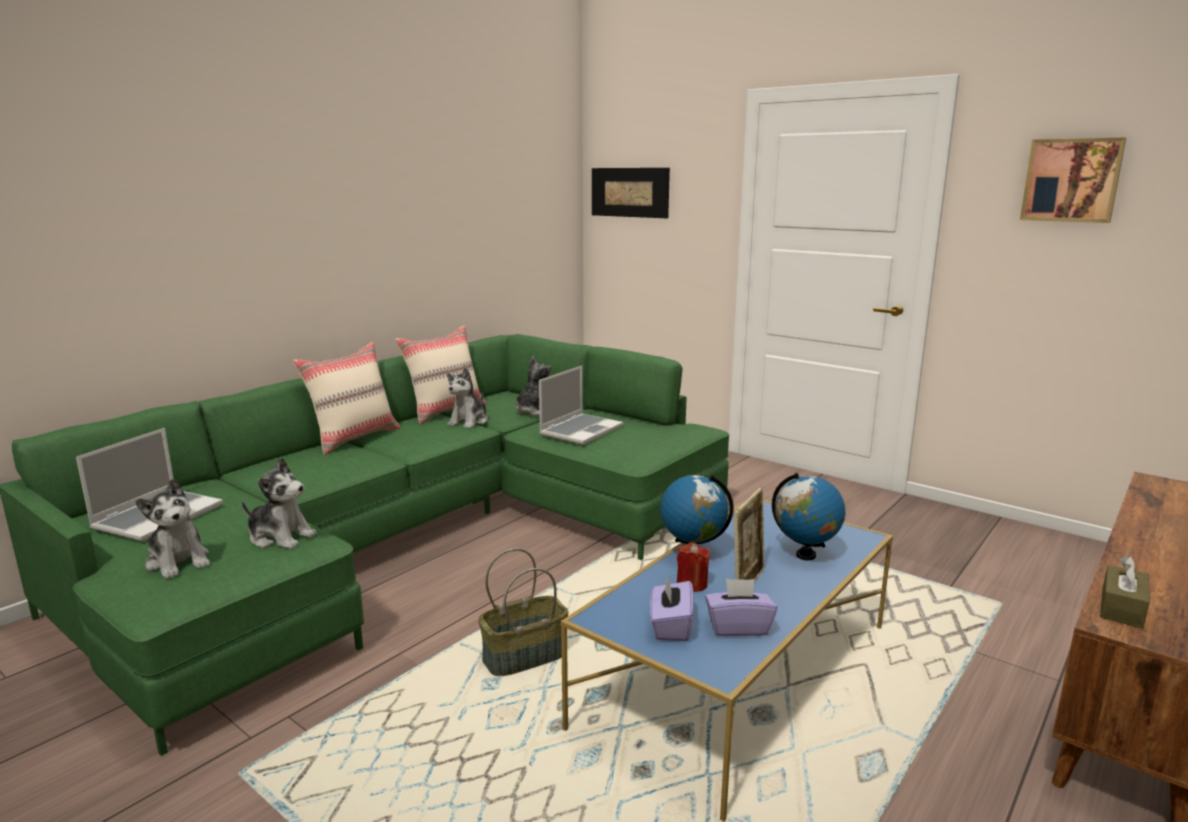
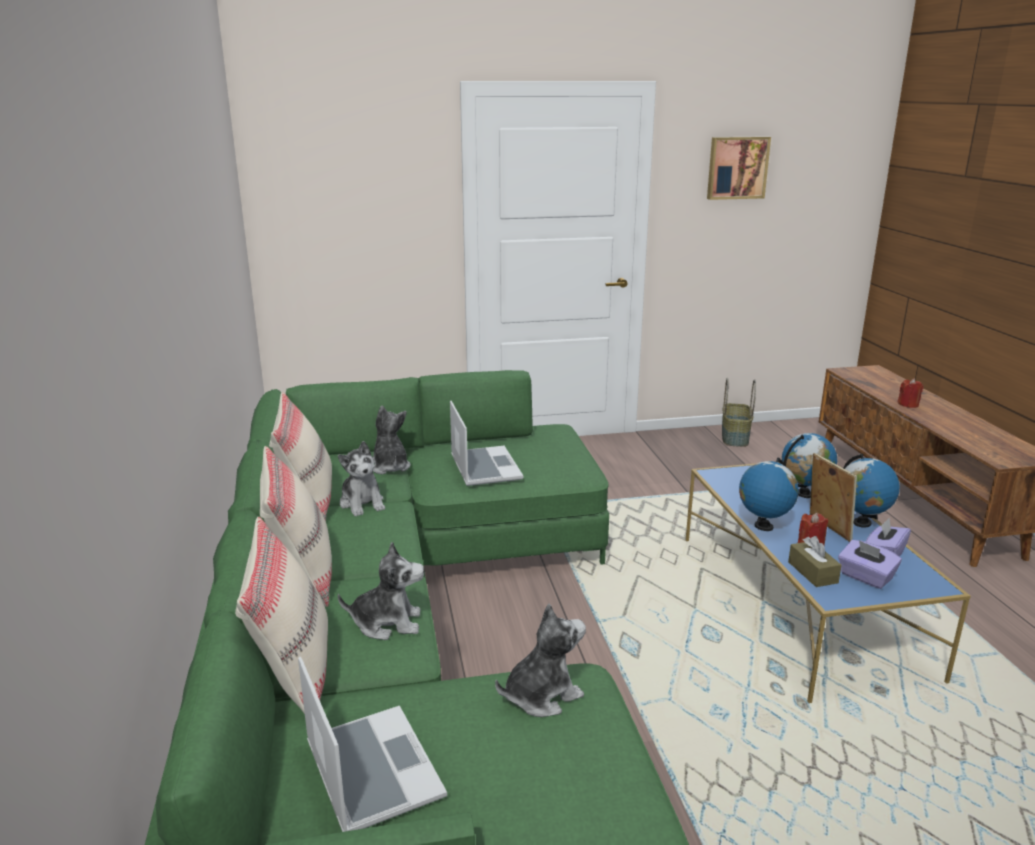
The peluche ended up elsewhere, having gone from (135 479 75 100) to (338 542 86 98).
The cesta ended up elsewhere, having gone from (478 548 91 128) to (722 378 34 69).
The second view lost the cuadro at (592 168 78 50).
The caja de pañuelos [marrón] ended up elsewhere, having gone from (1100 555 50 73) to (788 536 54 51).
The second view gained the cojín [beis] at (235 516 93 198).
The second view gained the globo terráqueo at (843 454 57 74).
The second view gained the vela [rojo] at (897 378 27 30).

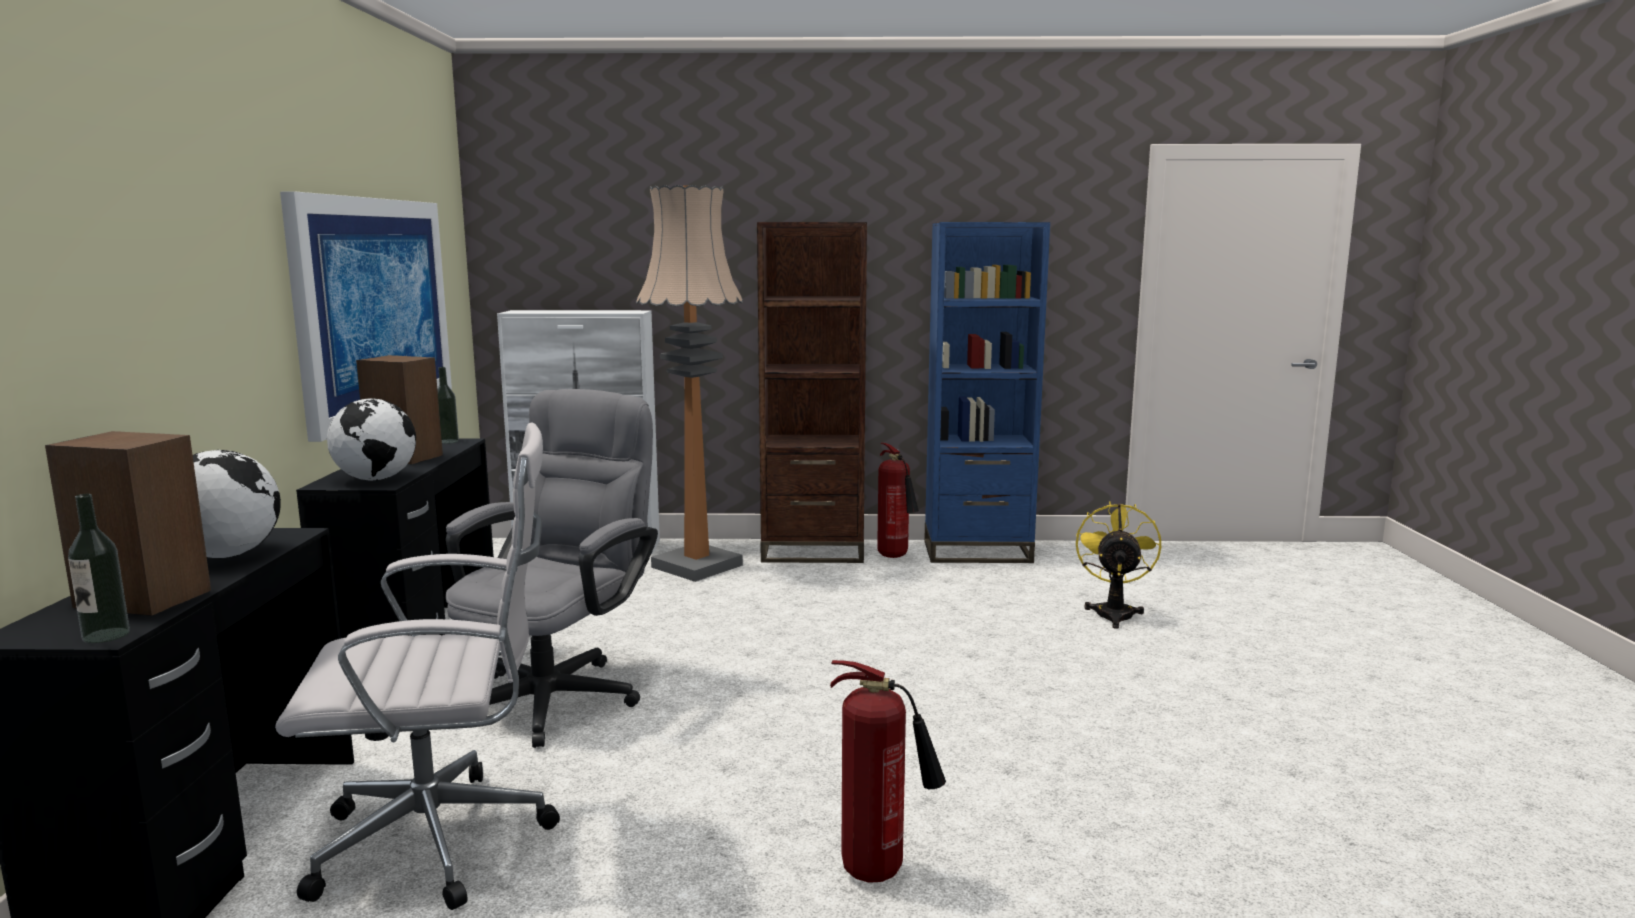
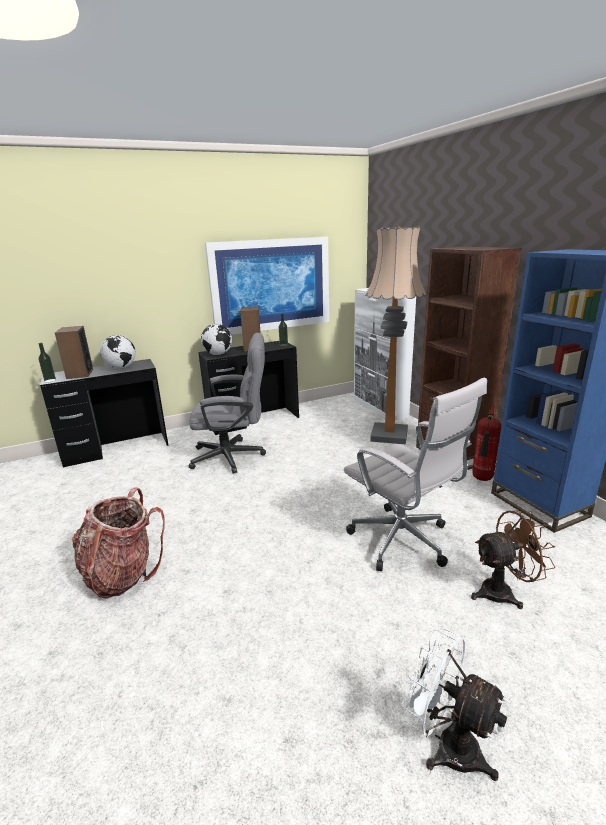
The silla de oficina [blanco] ended up elsewhere, having gone from (275 423 285 487) to (344 378 143 193).
Where the extintor stood at (830 660 116 223), the mochila came to stand at (72 487 93 112).
What was the ventilador [amarillo] at (1076 501 85 128) turned into the ventilador [marrón] at (471 510 84 99).
The second view gained the ventilador [blanco] at (401 628 107 153).

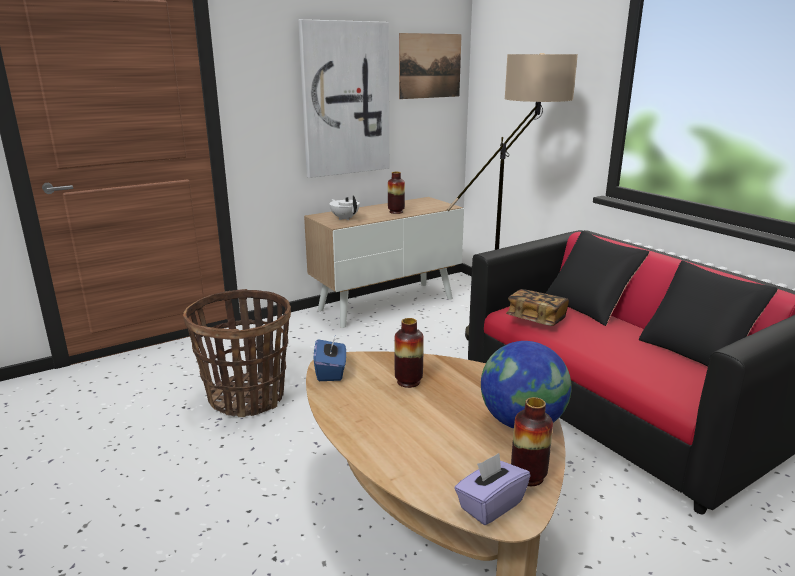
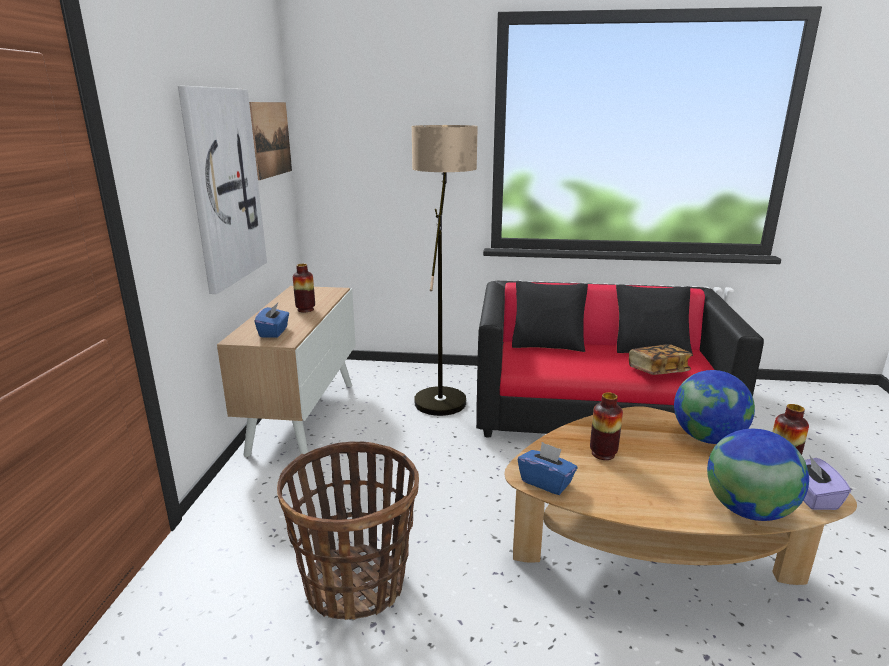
Where the tetera [blanco] stood at (329 195 31 25), the caja de pañuelos [azul] came to stand at (254 303 35 35).
The libro ended up elsewhere, having gone from (506 289 63 37) to (629 344 64 31).
The second view gained the globo terráqueo at (707 429 102 92).

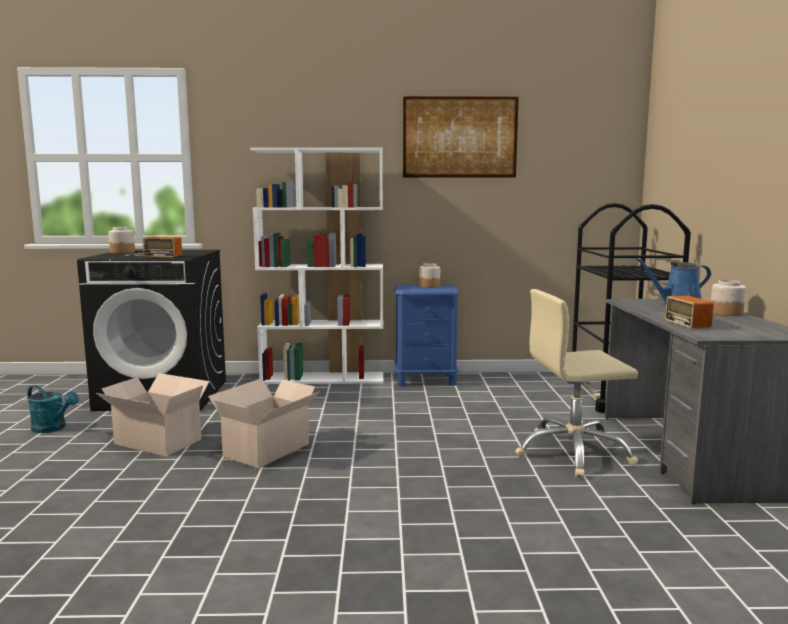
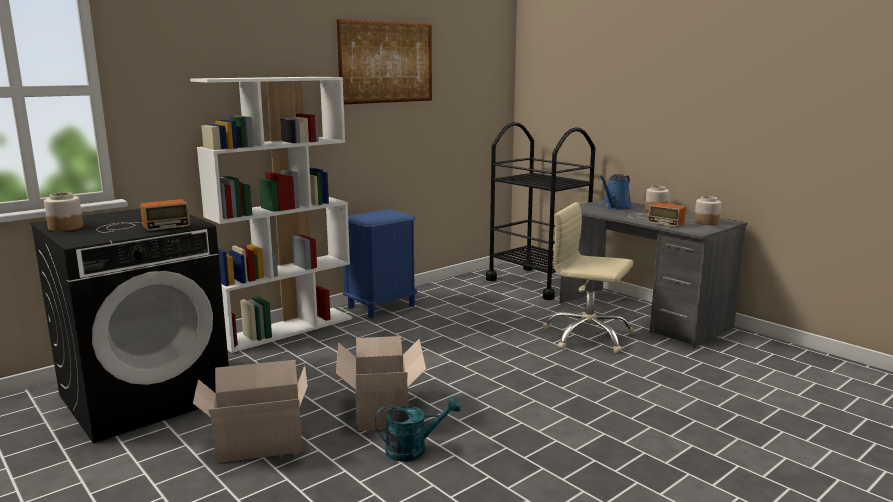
The regadera [turquesa] ended up elsewhere, having gone from (27 385 52 48) to (374 397 87 65).
The tarro ended up elsewhere, having gone from (419 263 21 25) to (694 196 27 29).
The silla de oficina [beis] at (515 289 123 189) ended up facing another way, 75 degrees clockwise from before.

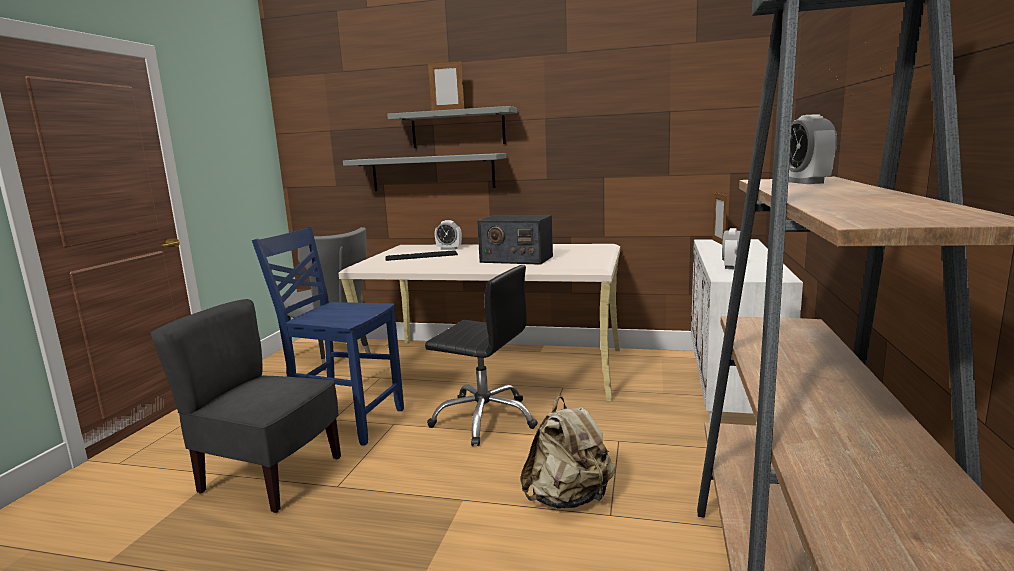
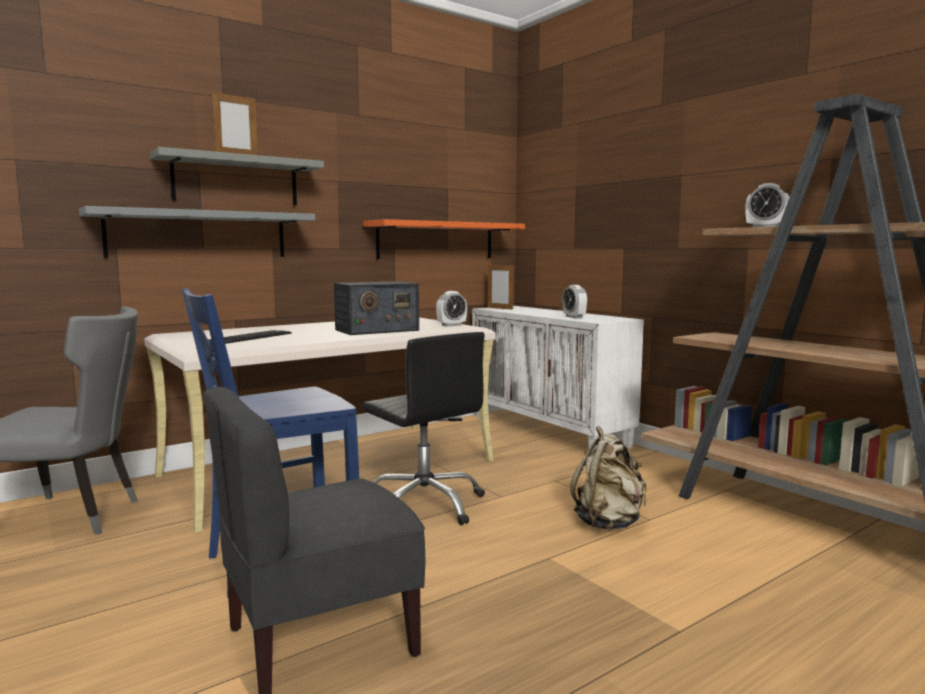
The silla de oficina [negro] at (425 265 113 181) ended up facing another way, 75 degrees clockwise from before.
The despertador ended up elsewhere, having gone from (435 220 27 30) to (436 291 31 36).
The second view gained the estante [naranja] at (363 219 162 40).

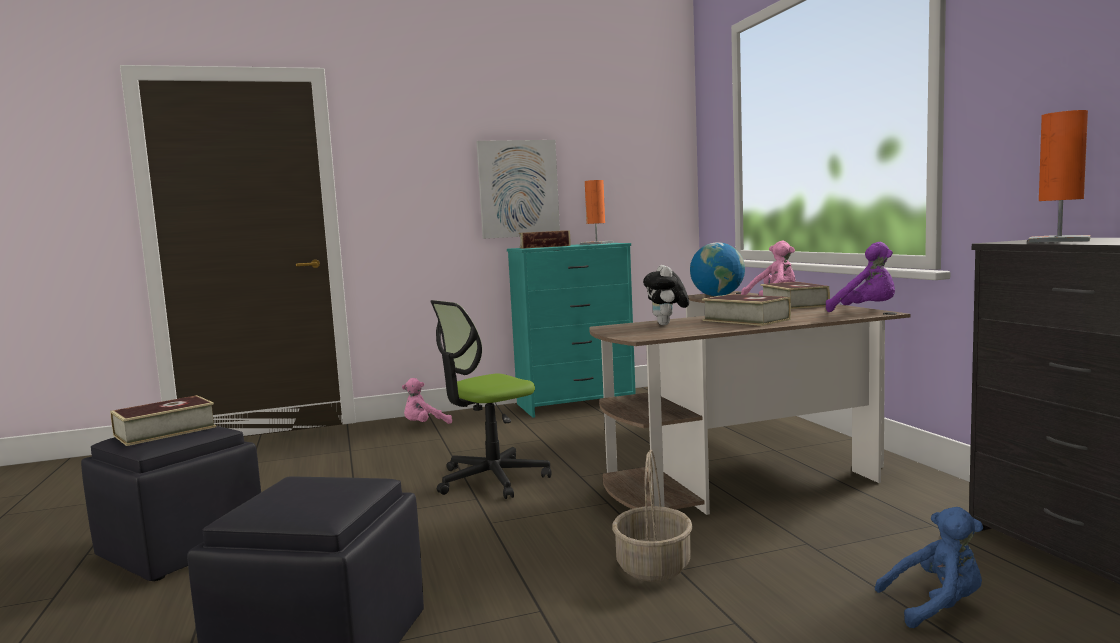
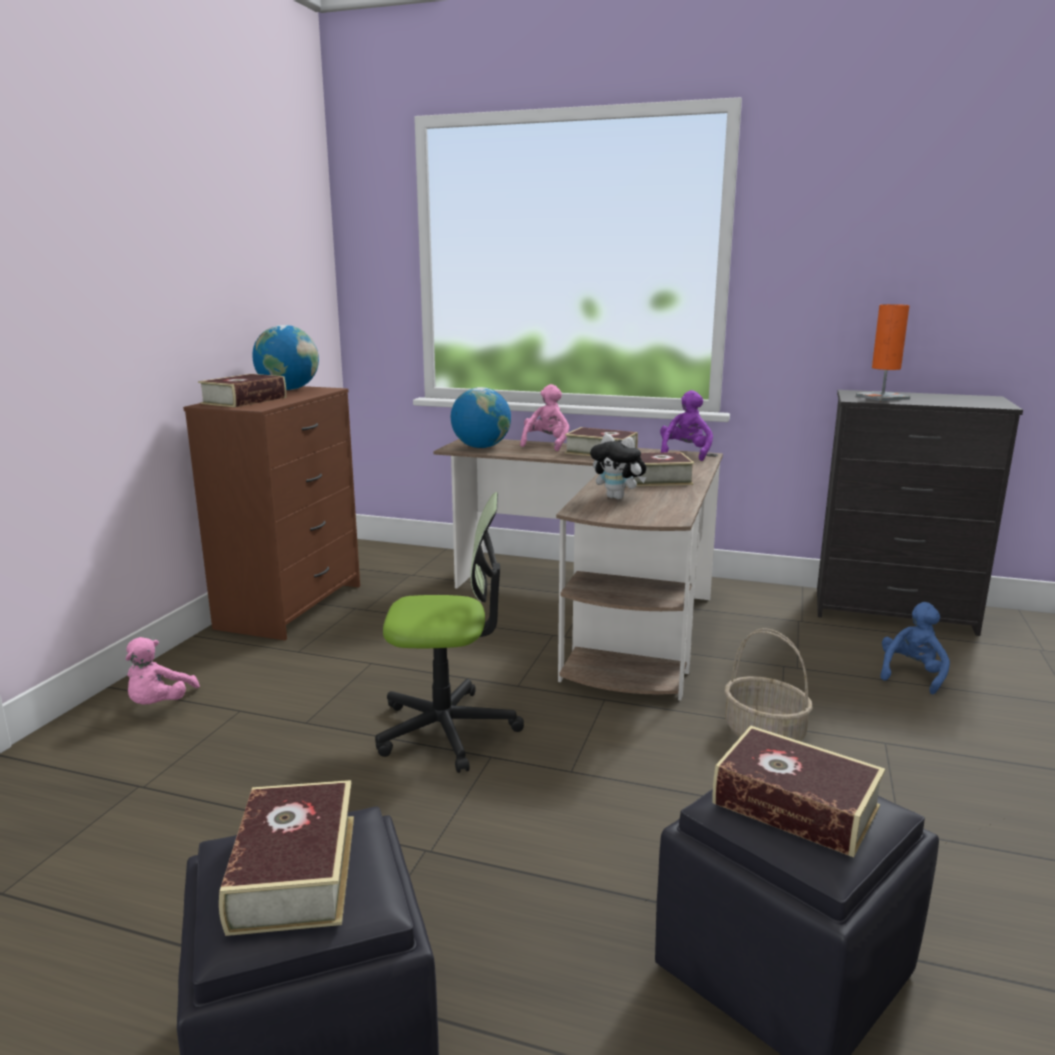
The silla de oficina at (430 300 122 199) ended up facing another way, 90 degrees counterclockwise from before.
The second view lost the cuadro at (476 140 84 99).
What was the cómoda [turquesa] at (507 243 129 175) turned into the cómoda [marrón] at (183 386 177 254).
Where the lámpara de mesa [naranja] stood at (580 180 34 65), the globo terráqueo came to stand at (252 325 67 65).
The peluche [morado] at (826 242 69 70) ended up facing another way, 60 degrees counterclockwise from before.
The second view gained the libro at (712 725 173 133).

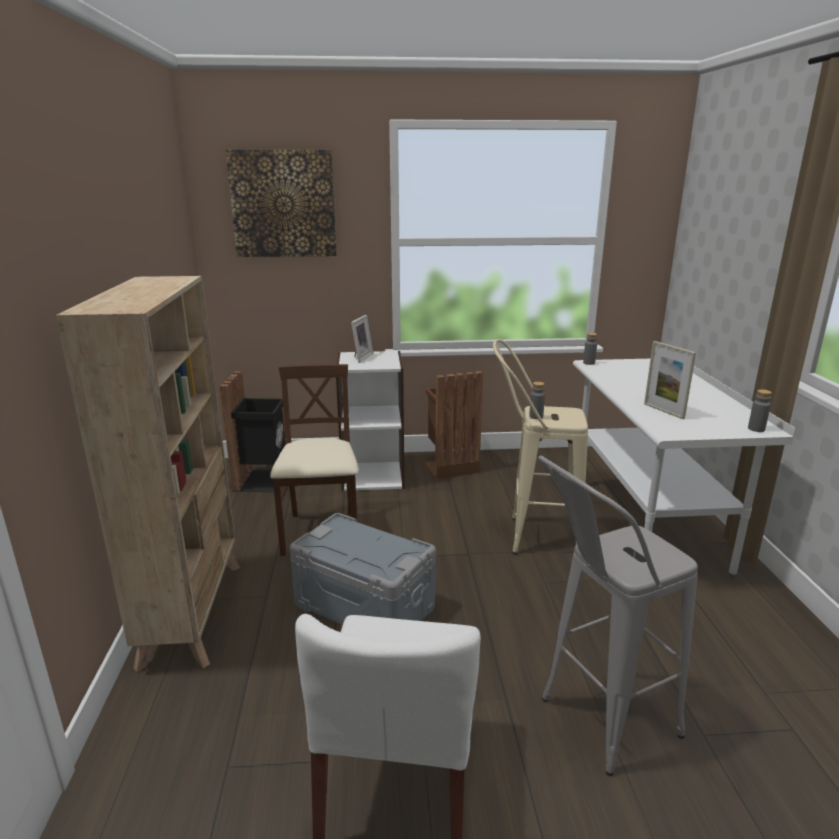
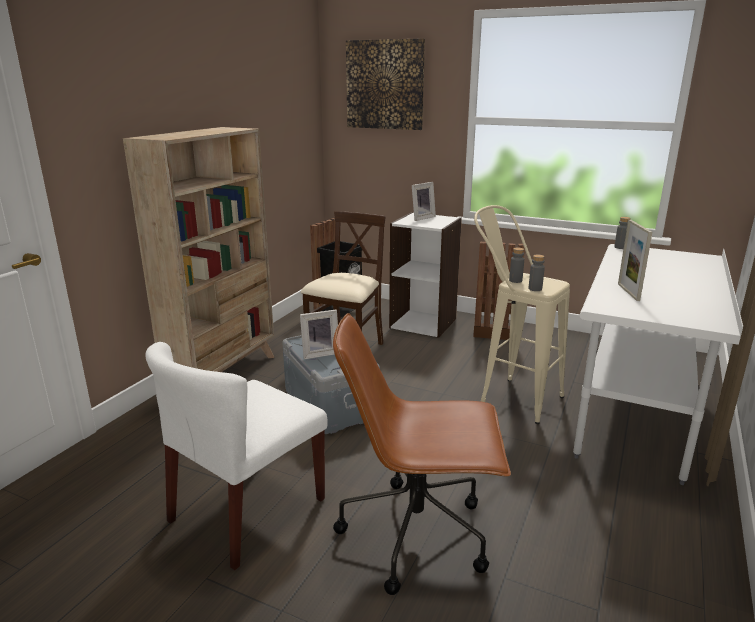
Where the taburete [gris] stood at (538 456 160 320), the silla de oficina [marrón] came to stand at (333 313 178 282).
The botella [gris] ended up elsewhere, having gone from (748 389 24 43) to (528 255 17 36).
The second view gained the portarretratos at (300 310 38 49).

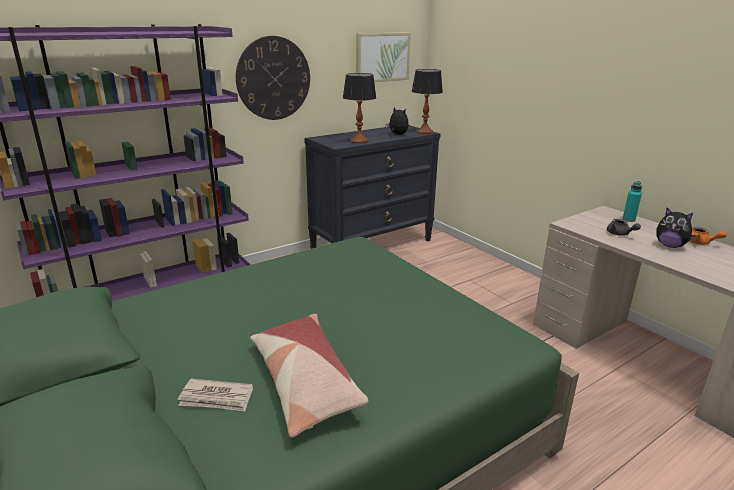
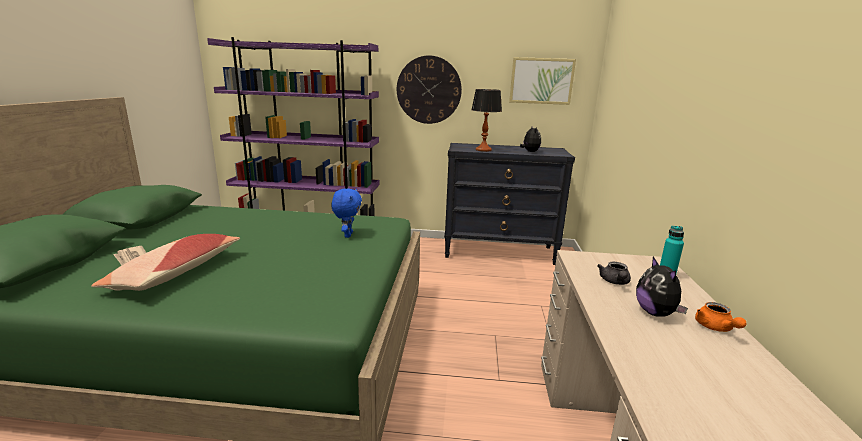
The second view lost the lámpara de mesa at (411 69 32 65).
The second view gained the peluche [azul] at (331 188 31 50).

